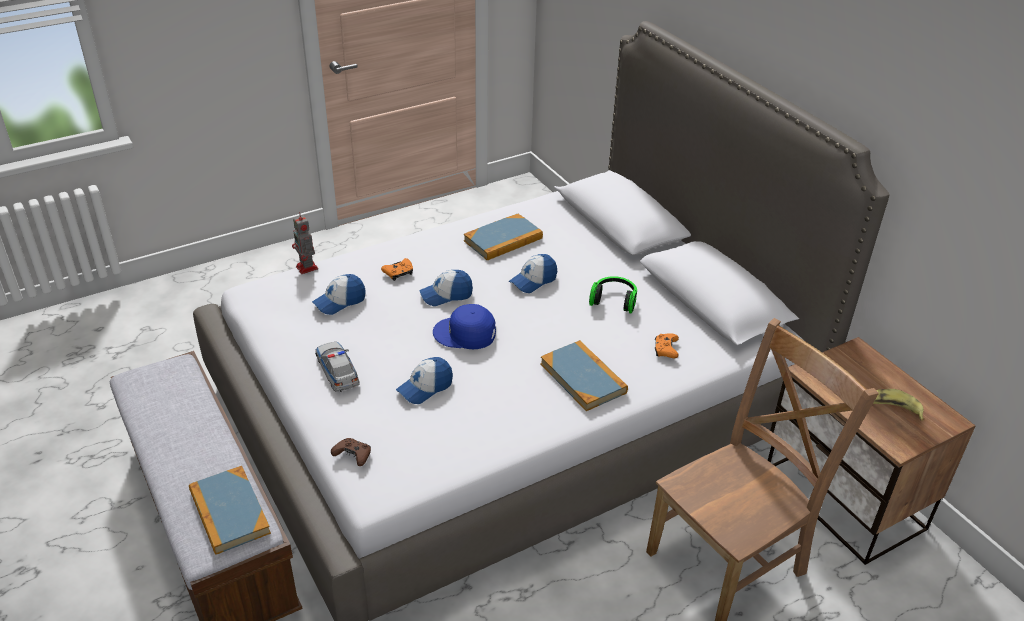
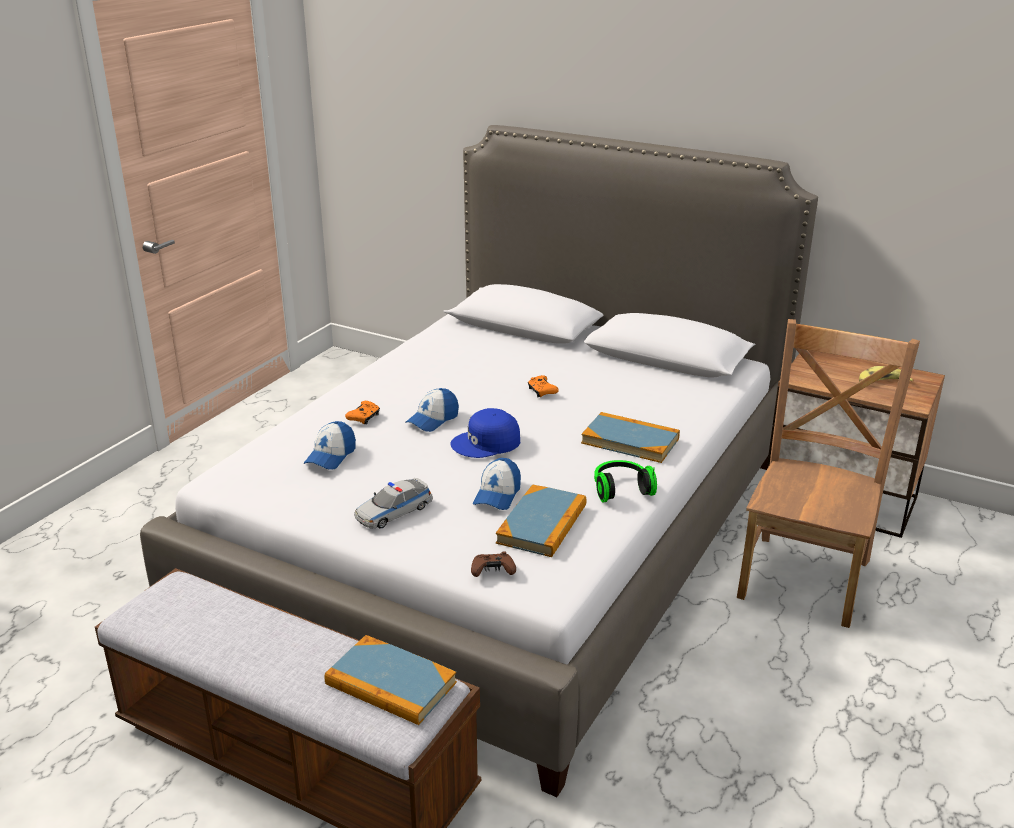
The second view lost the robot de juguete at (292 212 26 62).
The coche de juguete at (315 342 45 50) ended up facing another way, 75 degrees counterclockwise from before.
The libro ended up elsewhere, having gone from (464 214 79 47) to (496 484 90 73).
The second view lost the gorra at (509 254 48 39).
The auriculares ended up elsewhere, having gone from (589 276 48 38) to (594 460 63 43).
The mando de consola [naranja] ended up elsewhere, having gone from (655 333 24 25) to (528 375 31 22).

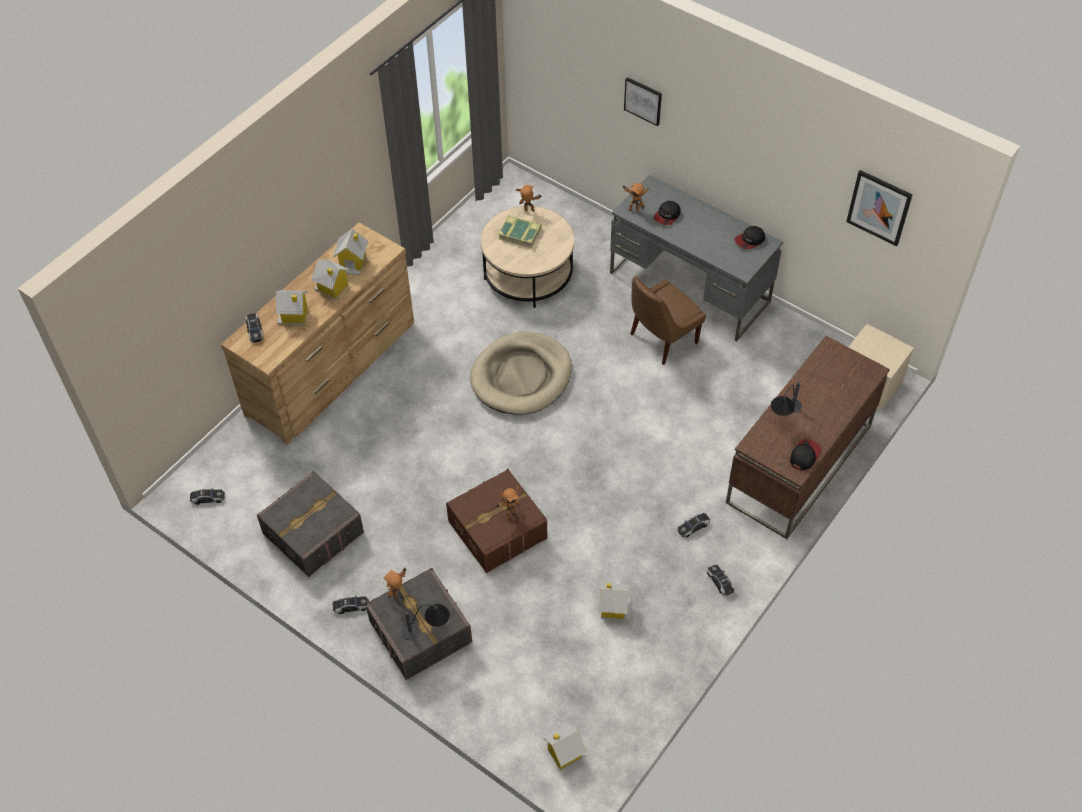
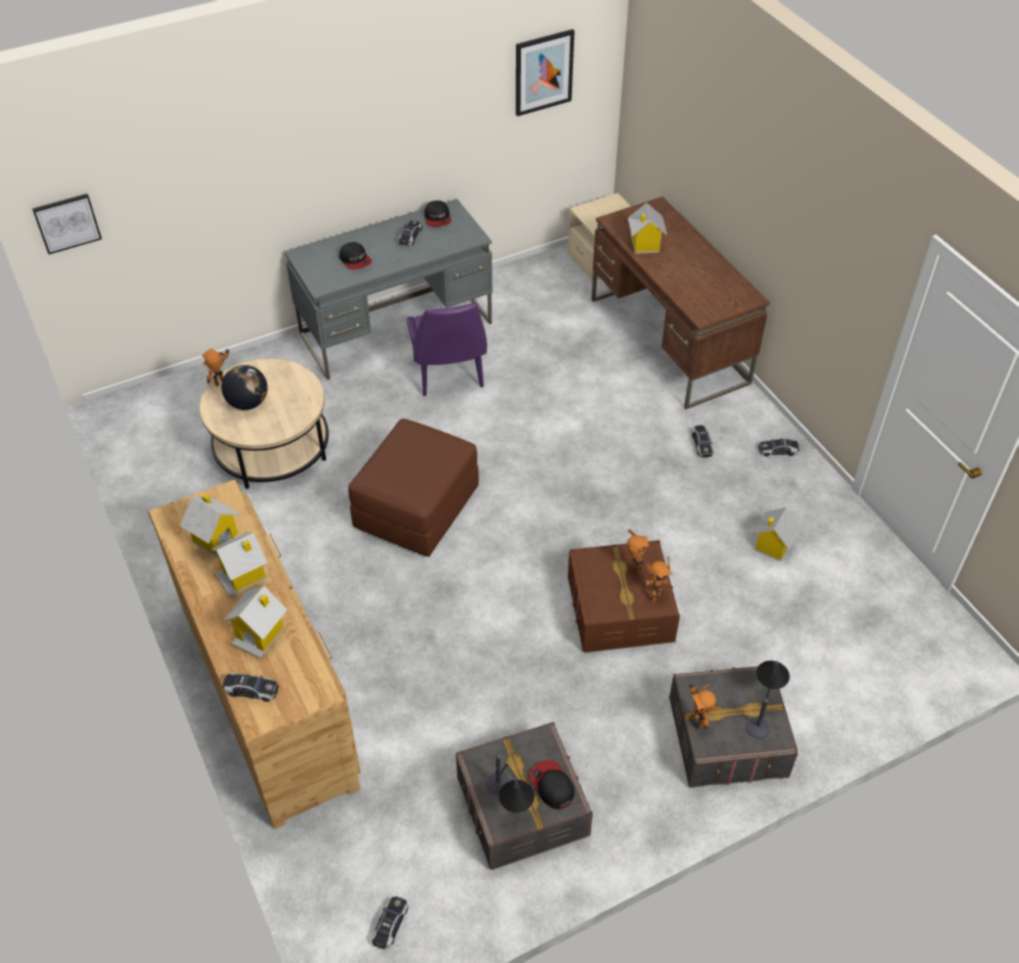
The coche de juguete ended up elsewhere, having gone from (332 596 37 18) to (398 221 24 25).
Where the cama para perro [beis] stood at (470 332 102 83), the puf [marrón] came to stand at (348 419 131 138).
Where the libro stood at (498 215 44 33), the globo terráqueo came to stand at (221 365 47 45).
The casita ended up elsewhere, having gone from (543 723 44 47) to (628 203 39 51).
The robot de juguete ended up elsewhere, having gone from (622 180 27 31) to (642 557 30 47).
The cuadro ended up elsewhere, having gone from (624 77 38 49) to (32 194 70 60).
What was the silla [marrón] at (630 276 76 89) turned into the silla [morado] at (406 303 81 93).
The lámpara de mesa ended up elsewhere, having gone from (771 382 31 34) to (487 754 47 59).
The gorra ended up elsewhere, having gone from (790 439 31 31) to (529 760 46 49).

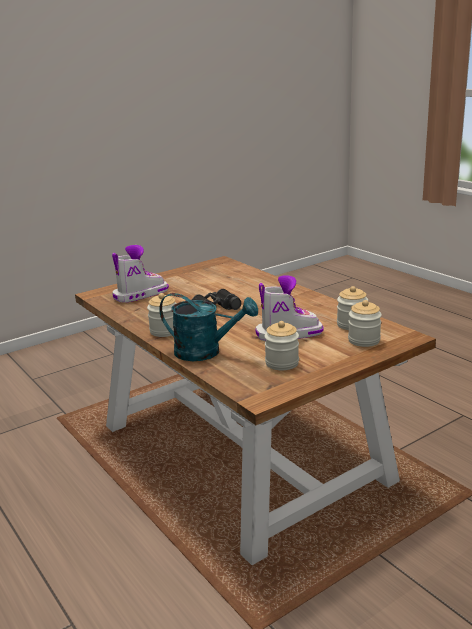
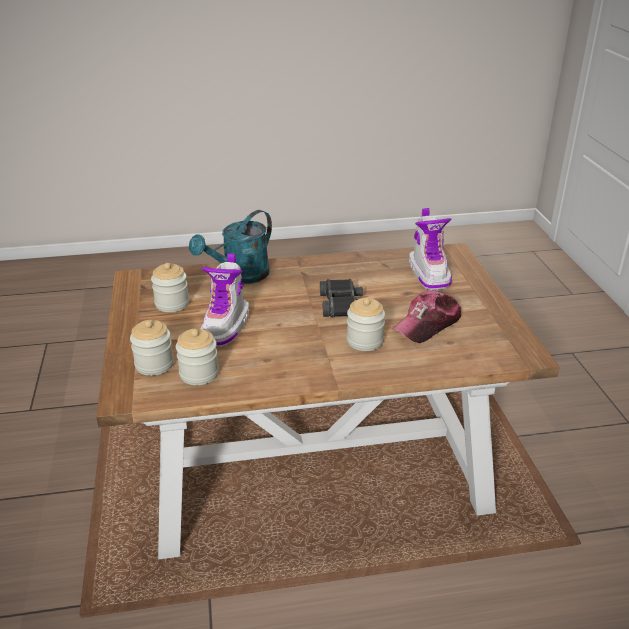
The tarro ended up elsewhere, having gone from (147 293 30 44) to (347 298 38 53).
The second view gained the gorra at (393 290 68 53).

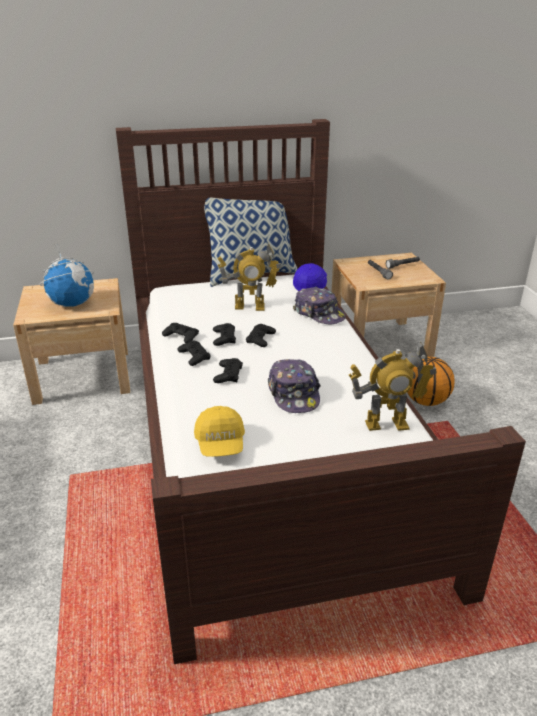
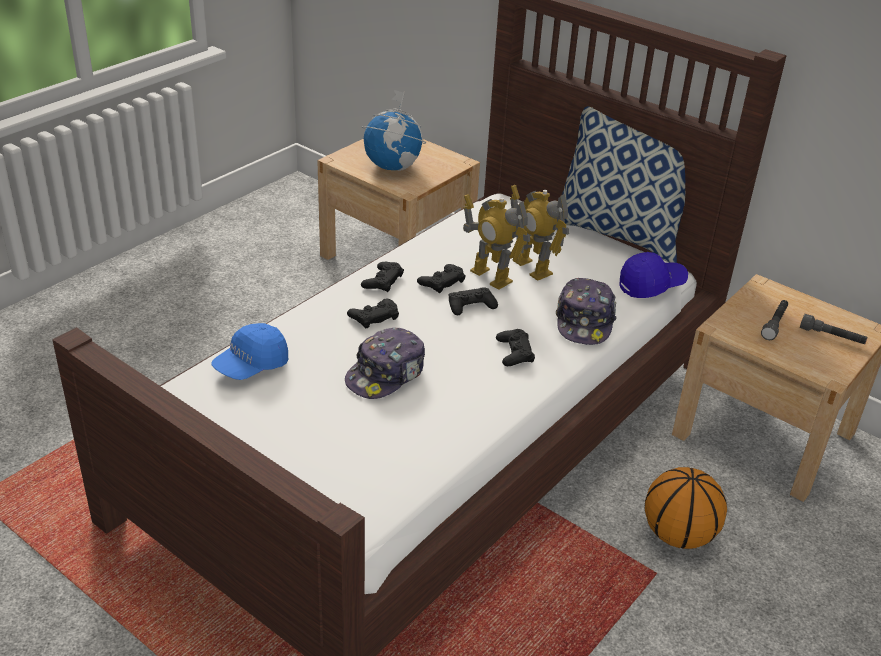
The mando de consola [negro] ended up elsewhere, having gone from (162 323 37 20) to (496 329 39 37).
What was the gorra [amarillo] at (194 406 51 51) turned into the gorra [azul] at (211 323 77 57).
The robot de juguete ended up elsewhere, having gone from (349 343 88 88) to (463 194 67 96).

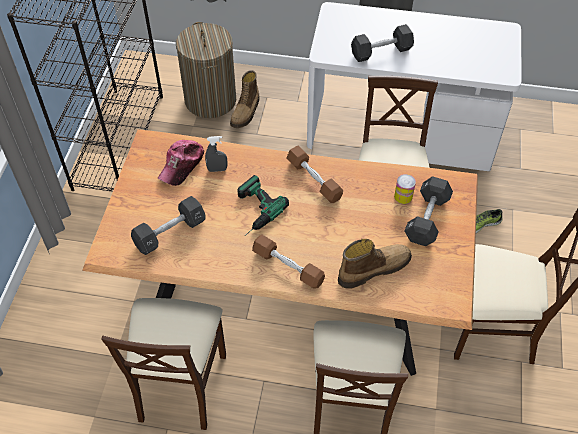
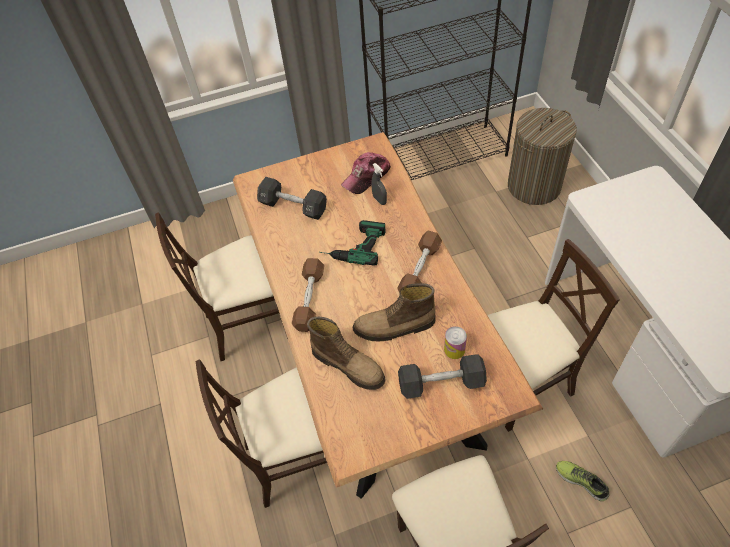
The gorra at (158 140 46 46) ended up facing another way, 45 degrees counterclockwise from before.
The bota ended up elsewhere, having gone from (230 70 30 58) to (353 283 83 58).
The second view lost the mancuerna [negro] at (351 24 63 38).

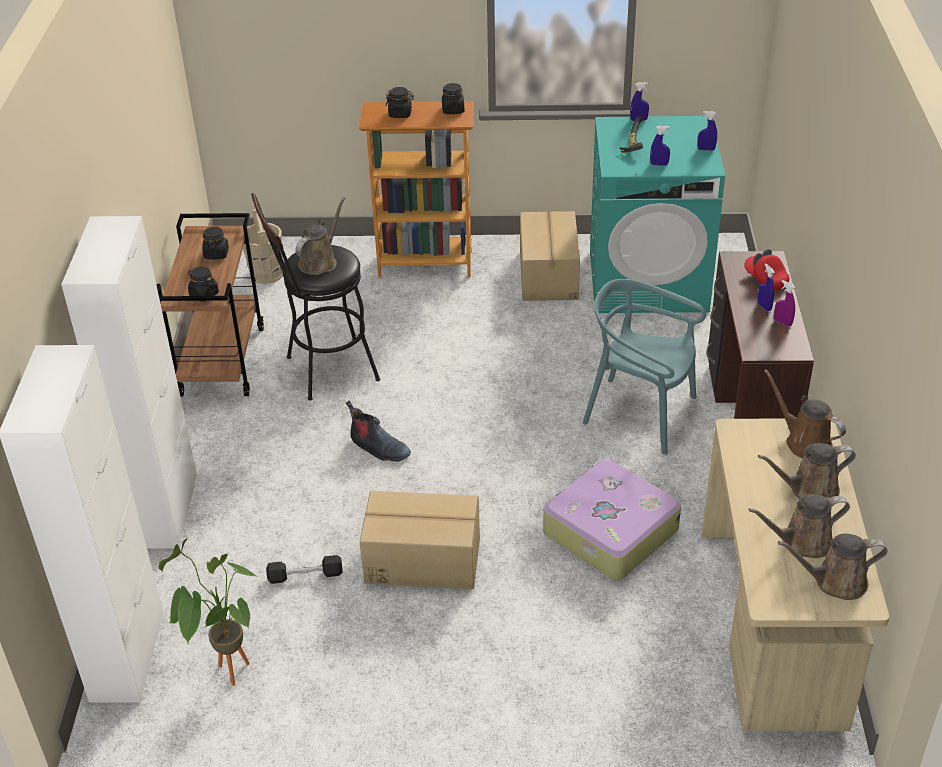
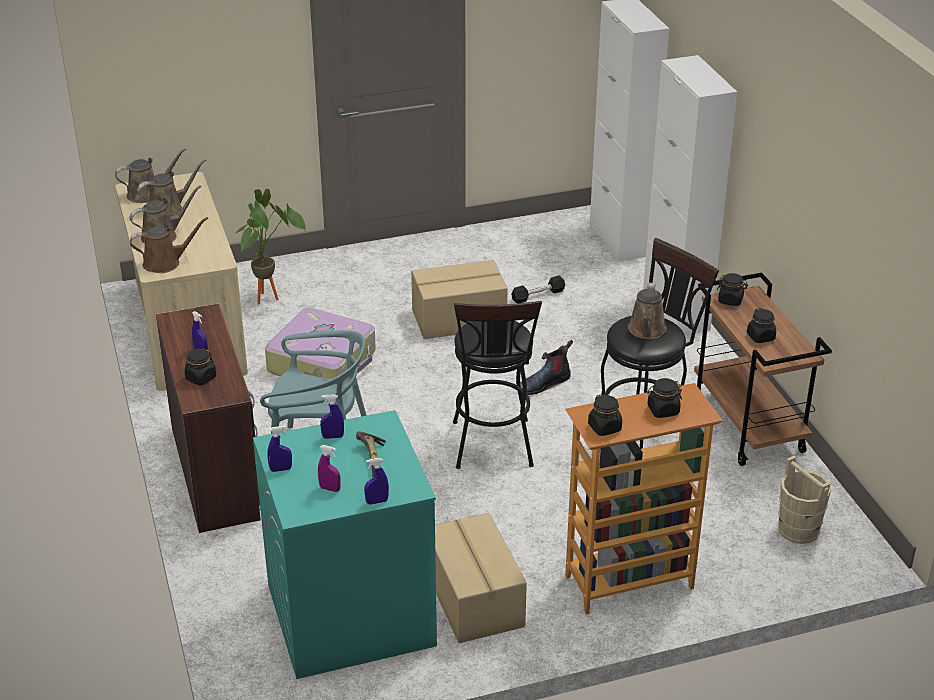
The planta en maceta ended up elsewhere, having gone from (158 538 101 148) to (234 189 72 116).
The bota at (346 401 65 61) ended up facing another way, 45 degrees counterclockwise from before.
Where the gorra [rojo] stood at (744 249 46 41), the tarro [negro] came to stand at (184 348 32 38).
The regadera [marrón] at (764 370 82 88) ended up facing another way, 45 degrees counterclockwise from before.
The pulverizador [morado] ended up elsewhere, having gone from (774 280 21 46) to (318 445 23 47).
The second view gained the taburete [negro] at (453 301 89 168).

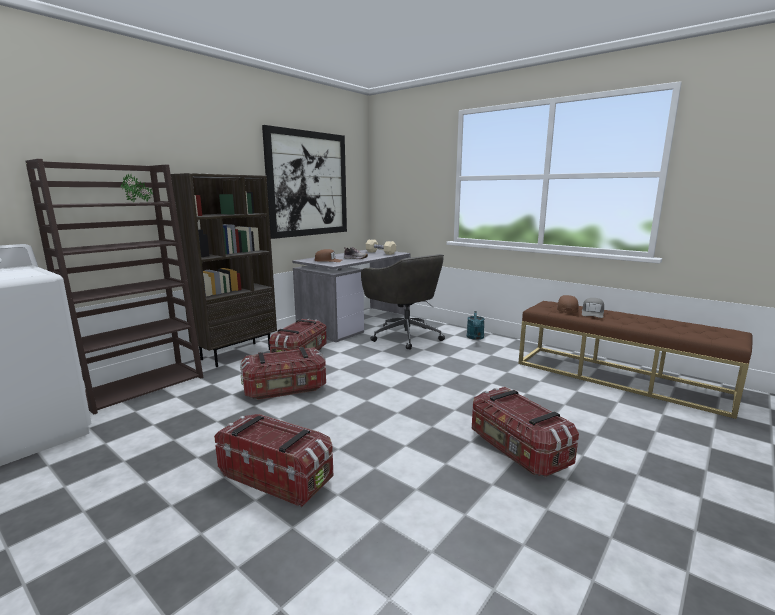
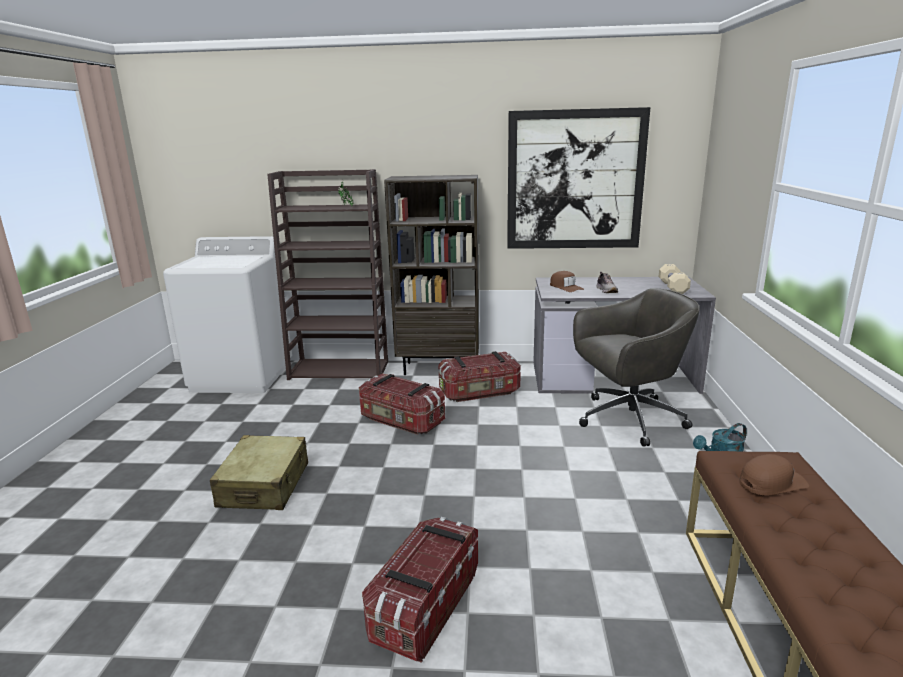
Where the caja de almacenaje stood at (214 414 119 93), the maleta [beis] came to stand at (210 435 98 75).
The silla de oficina [gris] at (361 254 84 96) ended up facing another way, 120 degrees counterclockwise from before.
The second view lost the gorra [gris] at (582 298 22 20).

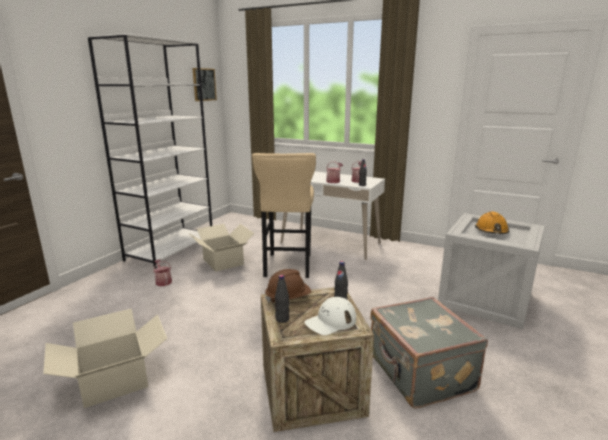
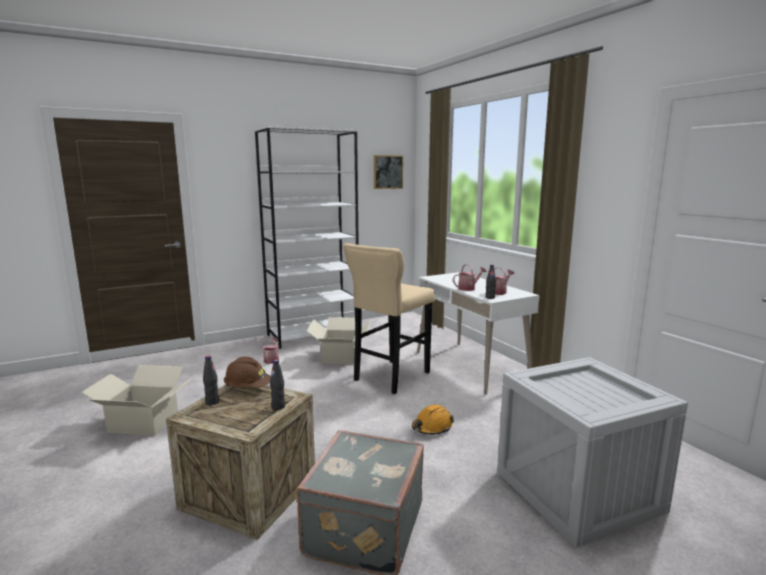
The second view lost the gorra [blanco] at (305 297 51 38).
The casco [naranja] ended up elsewhere, having gone from (475 212 34 22) to (412 405 42 30).

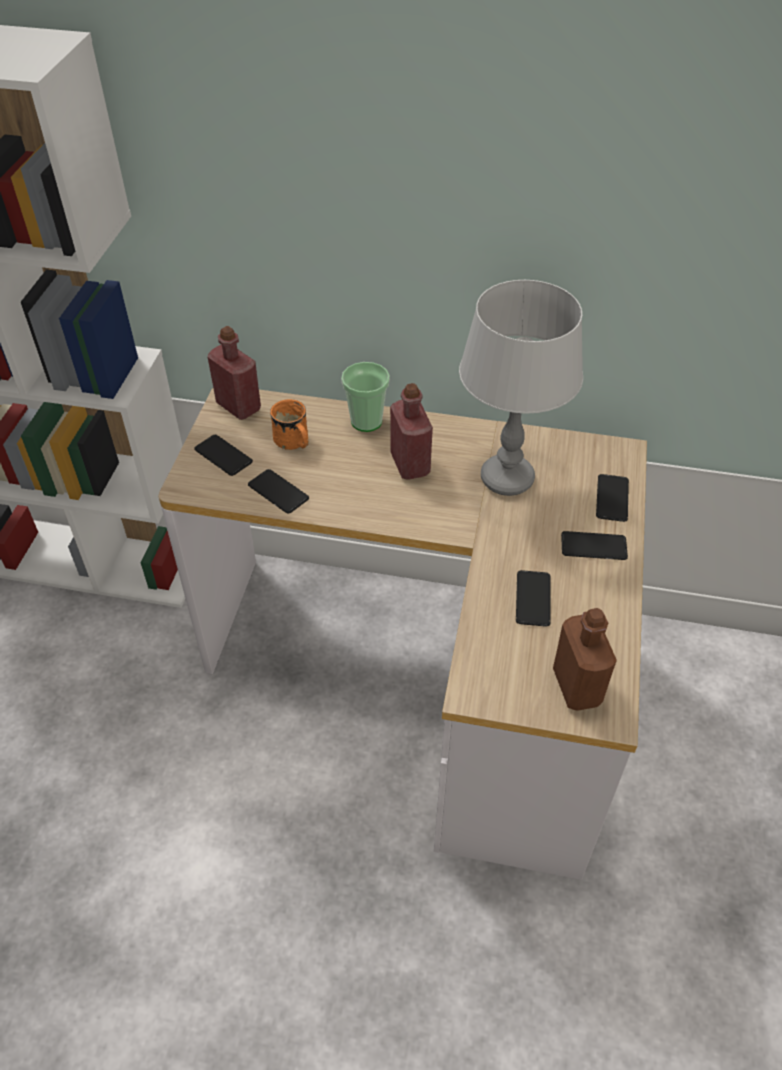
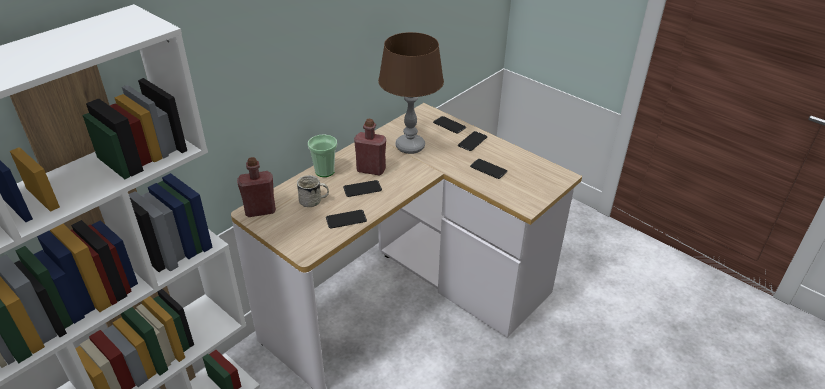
The móvil ended up elsewhere, having gone from (194 435 59 41) to (343 180 39 17).
What was the taza grande [naranja] at (270 399 39 51) turned into the taza grande [blanco] at (297 175 32 32).
What was the lámpara de mesa [gris] at (459 280 124 216) turned into the lámpara de mesa [marrón] at (378 32 66 122).
The second view lost the botella [marrón] at (553 608 64 103).

